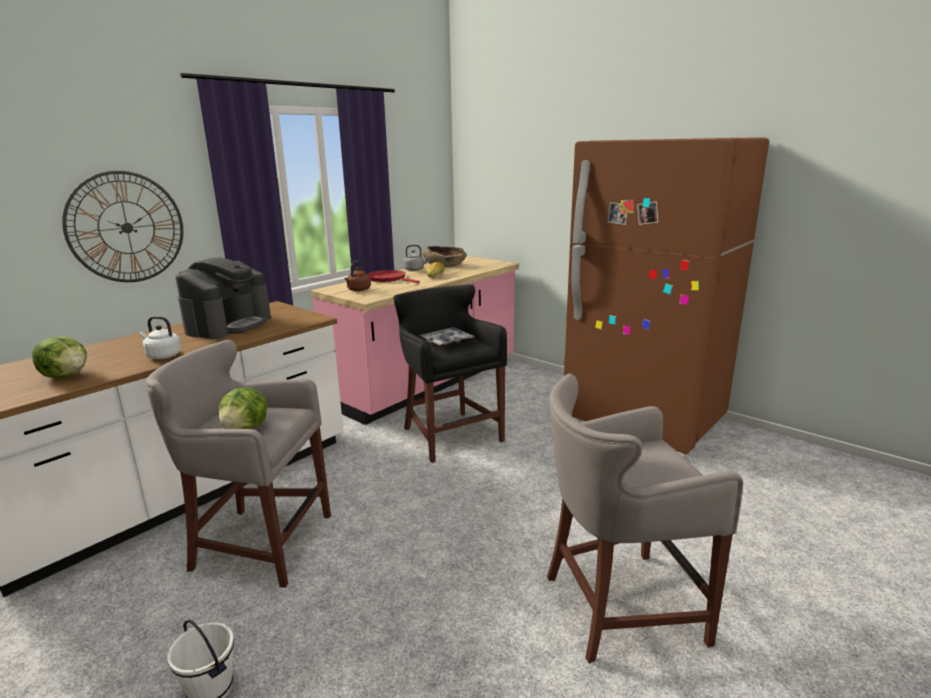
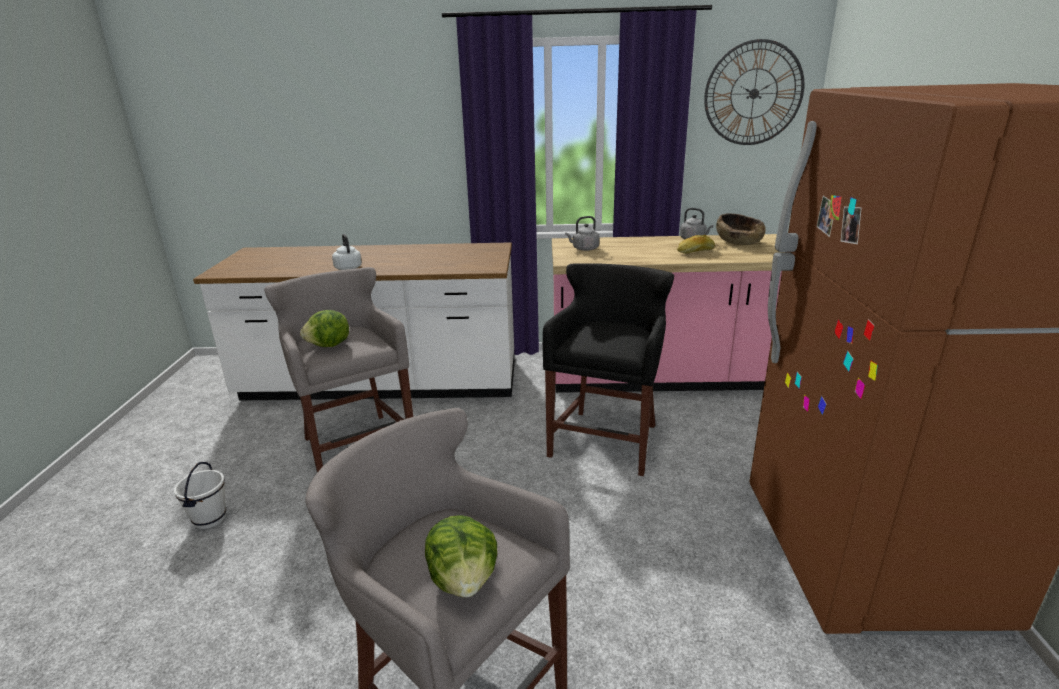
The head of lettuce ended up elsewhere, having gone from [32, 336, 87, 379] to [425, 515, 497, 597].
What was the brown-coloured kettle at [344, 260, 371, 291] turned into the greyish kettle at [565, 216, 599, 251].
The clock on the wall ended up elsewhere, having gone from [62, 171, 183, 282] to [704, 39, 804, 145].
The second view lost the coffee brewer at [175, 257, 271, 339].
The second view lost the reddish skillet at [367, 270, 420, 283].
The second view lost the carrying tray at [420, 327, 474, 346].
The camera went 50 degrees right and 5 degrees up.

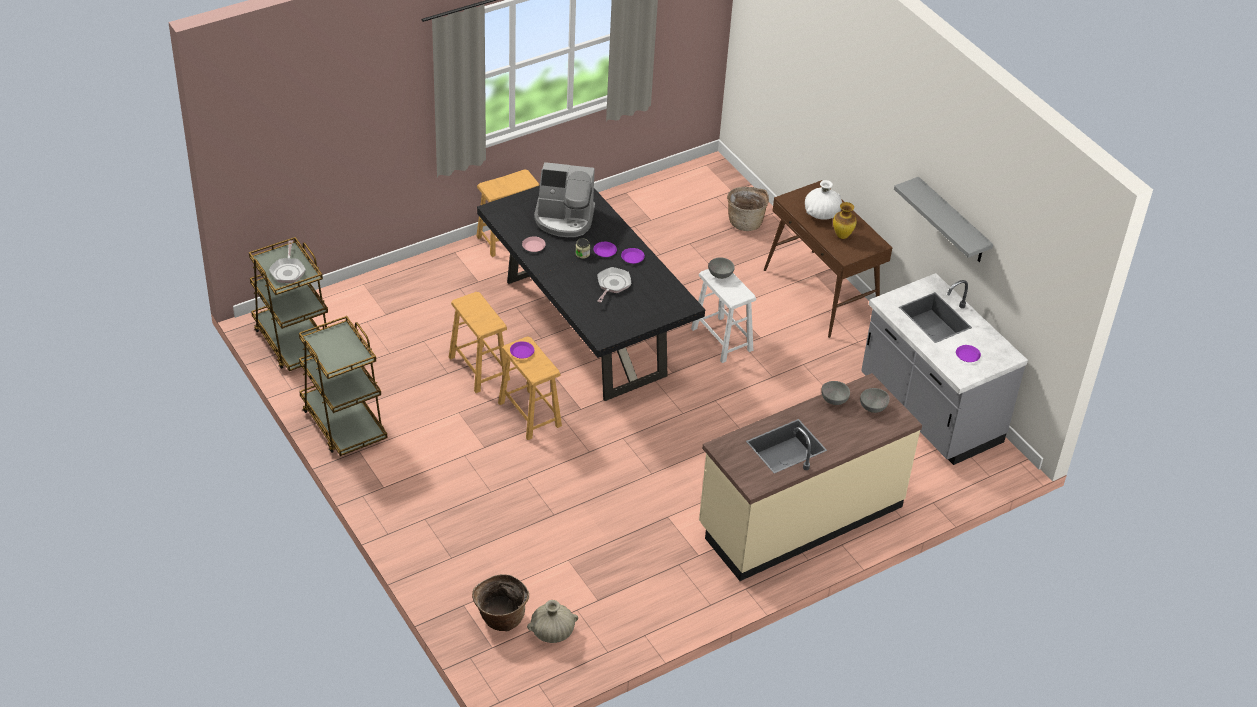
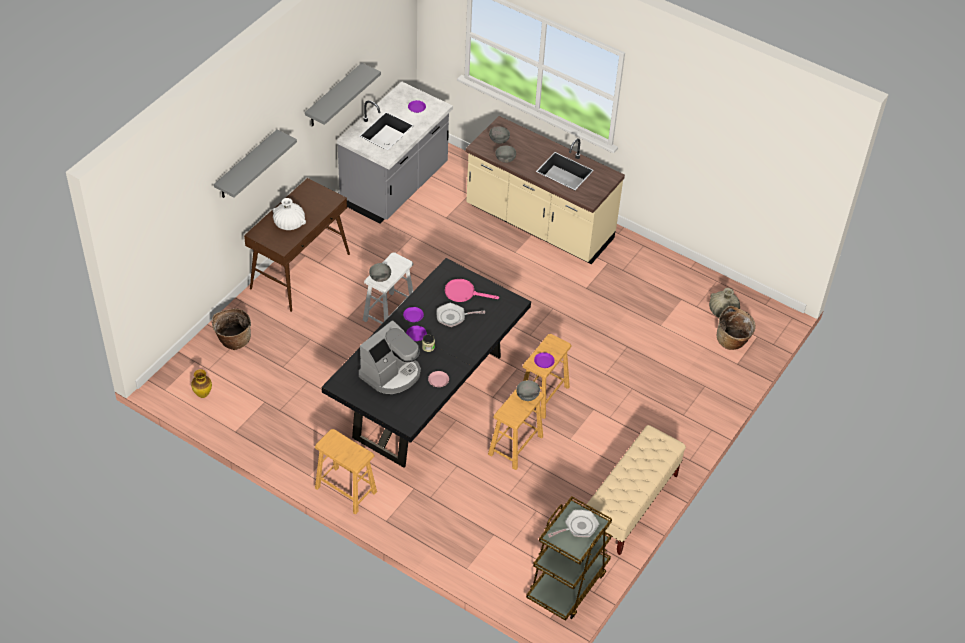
The decorative vase ended up elsewhere, having gone from [833, 202, 857, 239] to [191, 369, 212, 398].
The second view gained the greyish wall shelf at [214, 129, 297, 198].
The coffee brewer at [534, 162, 595, 237] ended up facing another way, 60 degrees clockwise from before.
The second view gained the pink skillet at [445, 279, 499, 302].
The second view gained the greyish serving bowl at [516, 380, 540, 401].
Where the brown-coloured cart stood at [299, 316, 387, 456], the beige long seat came to stand at [585, 425, 686, 555].
The camera went 115 degrees left and 5 degrees up.

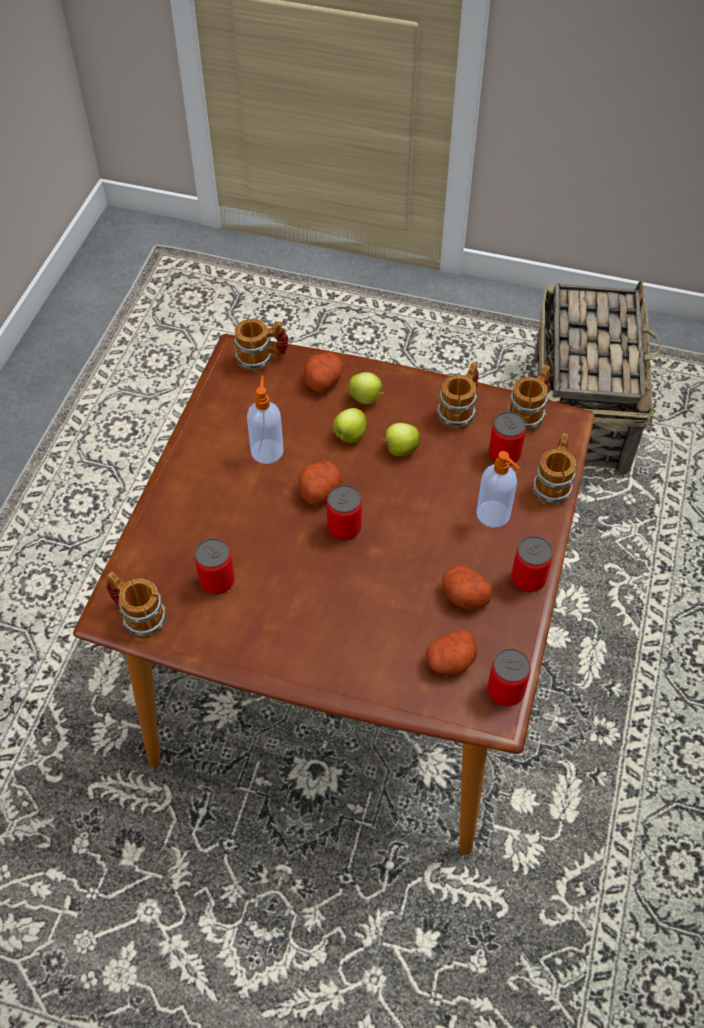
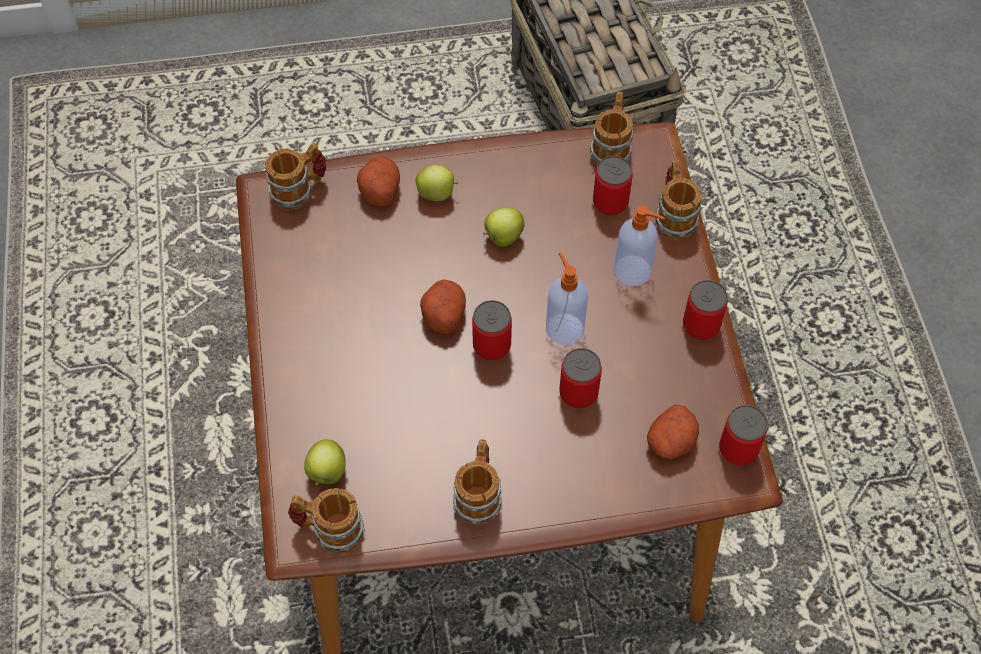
The apple fruit ended up elsewhere, having gone from [333, 408, 367, 443] to [304, 439, 346, 485].
The mug ended up elsewhere, having gone from [436, 362, 478, 429] to [453, 439, 502, 525].
The soap bottle ended up elsewhere, having gone from [247, 376, 284, 464] to [546, 252, 588, 345].
The can ended up elsewhere, having gone from [195, 538, 235, 595] to [559, 348, 602, 408].
The second view lost the whole potato at [442, 565, 493, 610].
The camera went 25 degrees left and 5 degrees up.

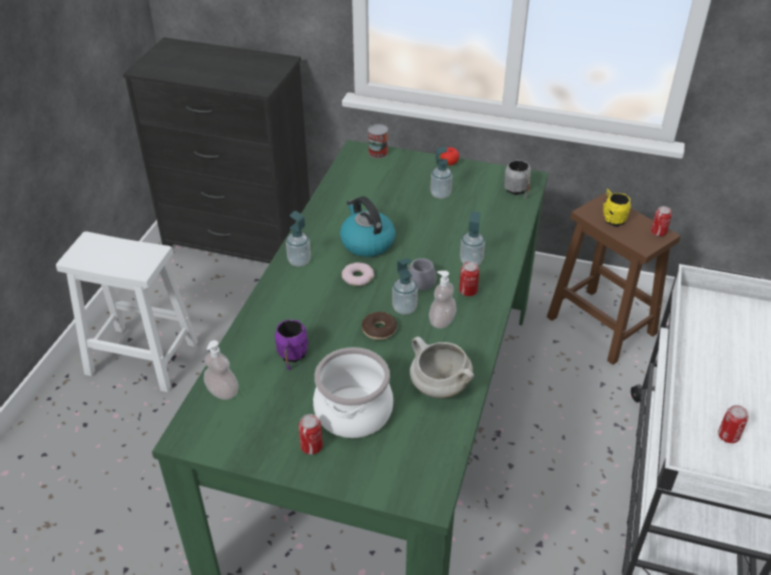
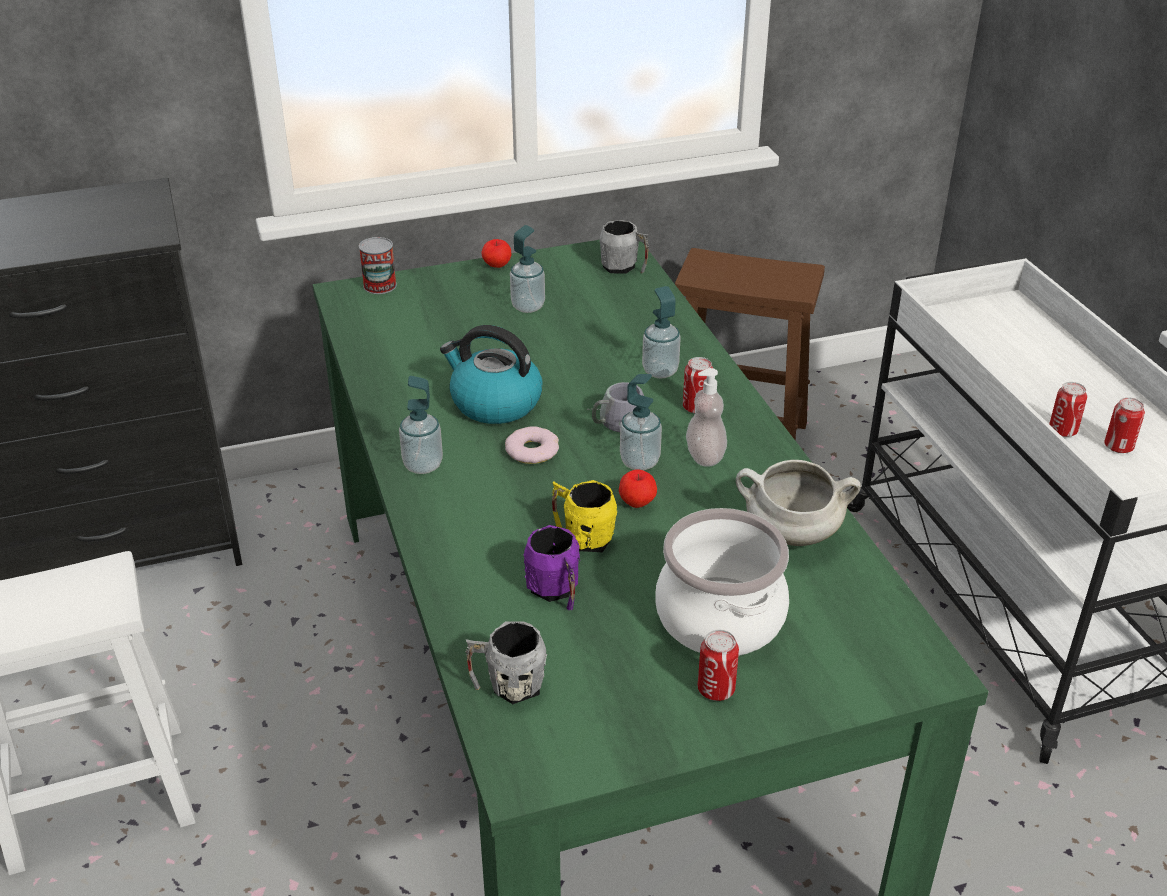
Where the soap bottle stood at [204, 340, 239, 400], the greyish mug came to stand at [466, 621, 547, 704].
The yellowish mug ended up elsewhere, having gone from [603, 188, 631, 227] to [552, 480, 617, 552].
Where the doughnut stood at [362, 312, 397, 340], the apple fruit came to stand at [619, 469, 657, 508].
The can ended up elsewhere, having gone from [651, 206, 672, 236] to [1049, 382, 1087, 437].
The camera went 35 degrees left and 5 degrees down.

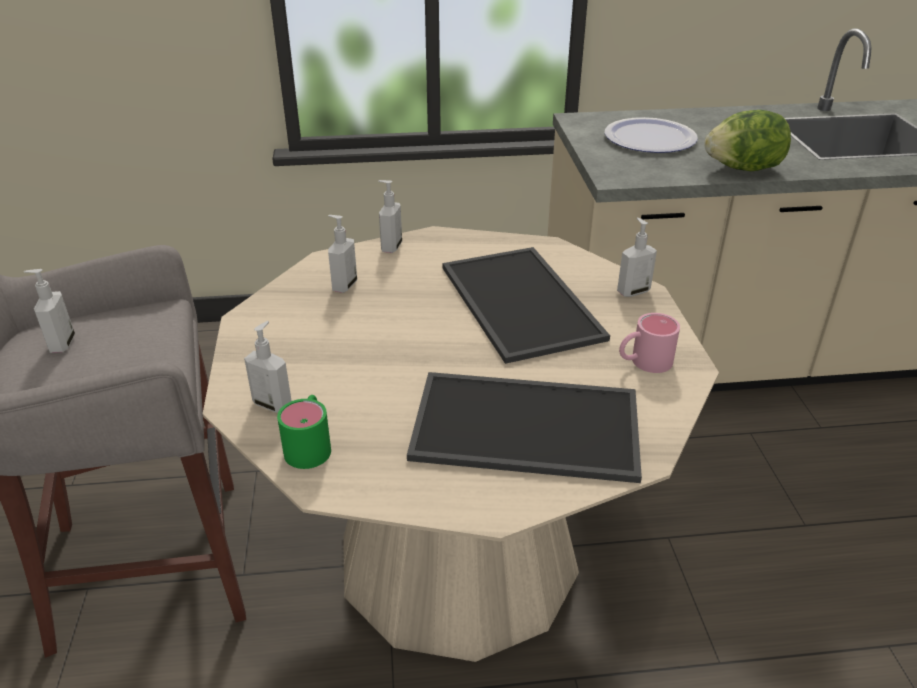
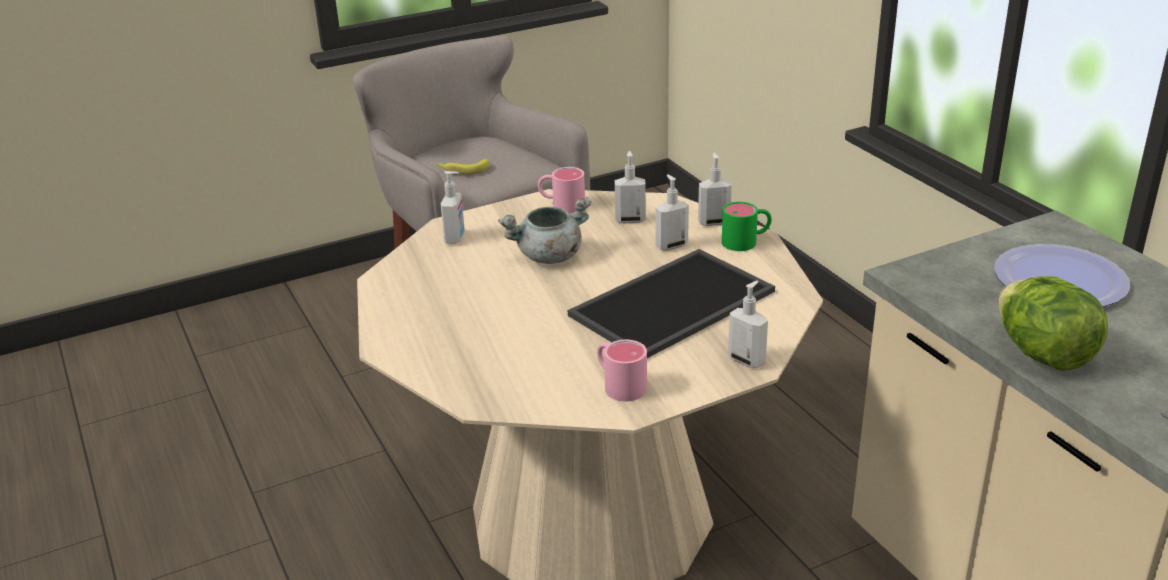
The second view gained the banana at [436, 159, 489, 174].
The second view gained the greyish cooking pot at [498, 197, 591, 264].
The second view gained the pink mug at [538, 167, 585, 213].
The soap bottle ended up elsewhere, having gone from [24, 269, 75, 353] to [655, 175, 689, 250].
The green-coloured mug ended up elsewhere, having gone from [277, 395, 331, 469] to [722, 202, 772, 251].
The second view lost the carrying tray at [407, 372, 642, 483].
The camera went 70 degrees right and 5 degrees down.

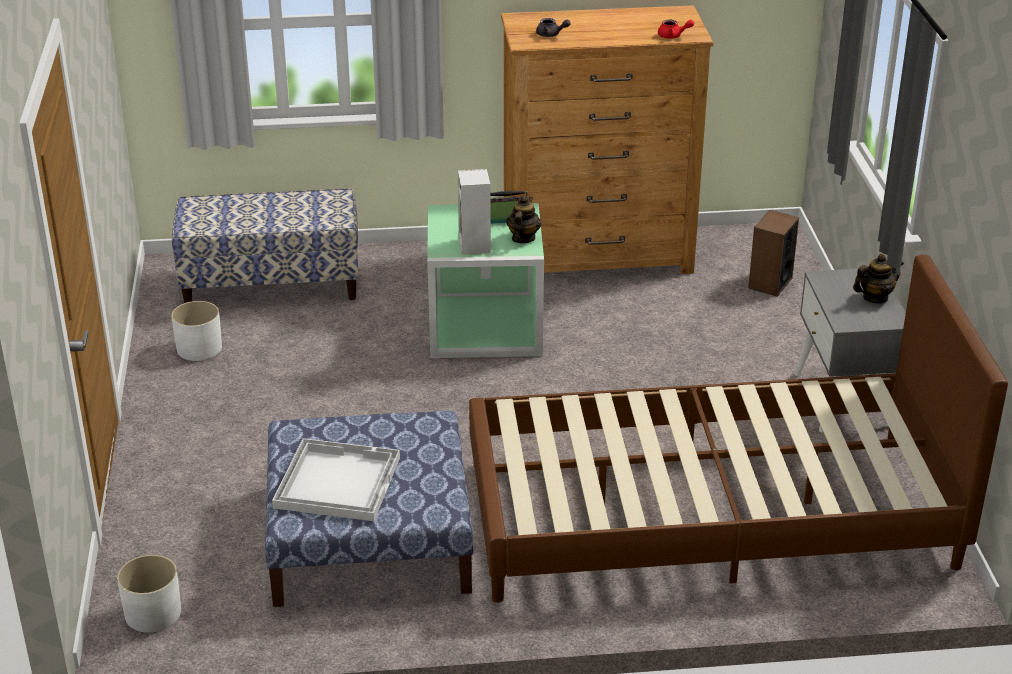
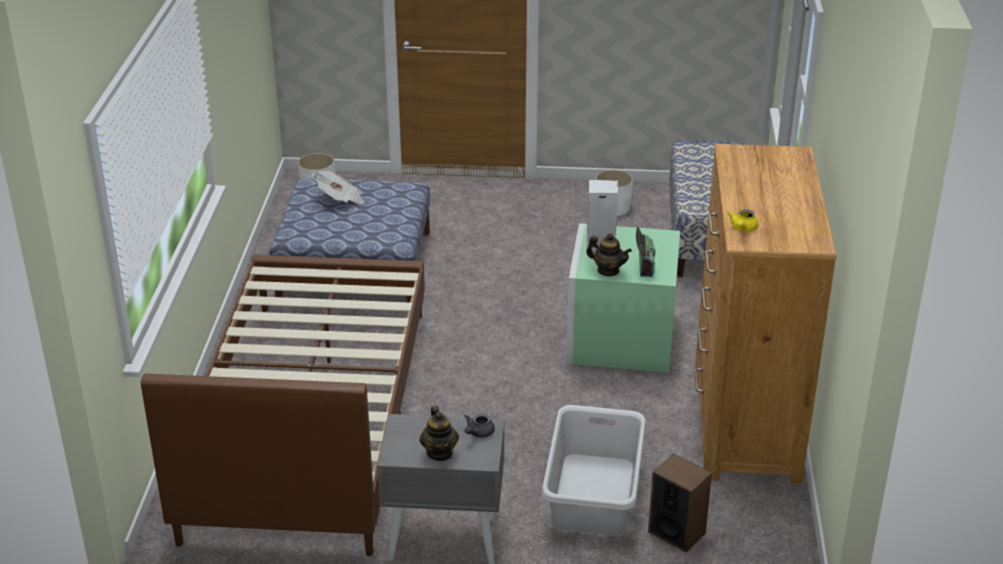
Where the whitish carrying tray stood at [272, 438, 400, 521], the newspaper came to stand at [312, 171, 364, 204].
The greyish tea pot ended up elsewhere, having gone from [536, 18, 571, 37] to [464, 414, 495, 438].
The second view gained the greyish laundry basket at [542, 405, 646, 535].
What was the reddish tea pot at [658, 20, 694, 39] turned into the yellowish tea pot at [727, 209, 759, 232].
The camera went 100 degrees right and 0 degrees up.

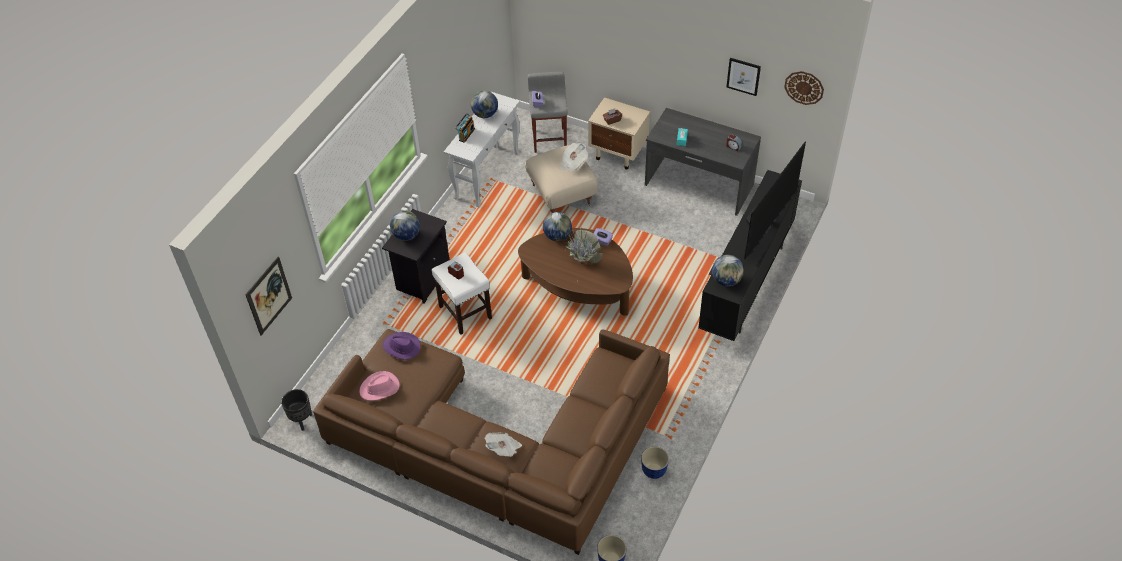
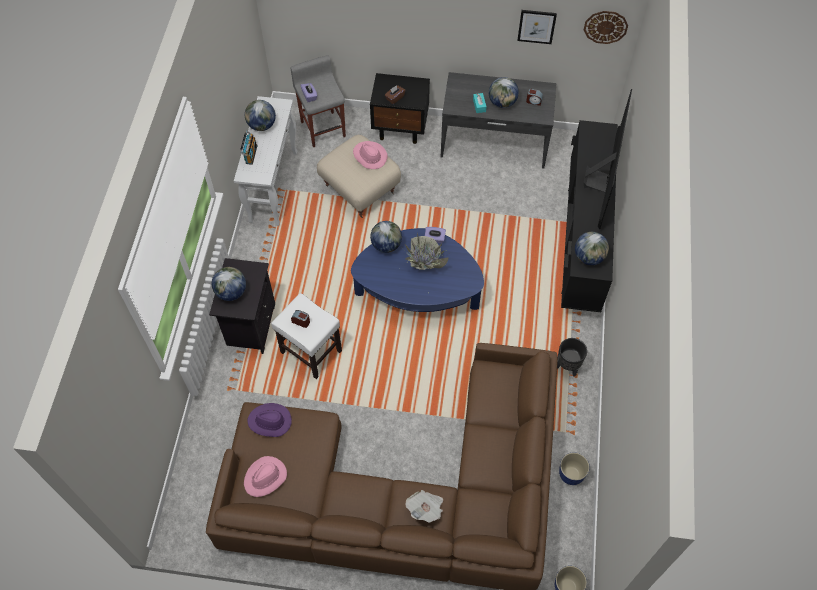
What was the brown-coloured lounge table at [518, 228, 633, 316] turned into the blue-coloured lounge table at [351, 228, 484, 312].
Where the newspaper stood at [559, 143, 588, 172], the pink wearable hat came to stand at [353, 141, 388, 169].
What was the beige bedside table at [588, 97, 650, 169] turned into the black bedside table at [370, 73, 430, 144].
The second view gained the world globe at [489, 77, 519, 108].
The black plant pot ended up elsewhere, having gone from [281, 389, 312, 431] to [557, 338, 587, 376].
The second view lost the picture at [245, 256, 292, 335].
The camera went 20 degrees left and 10 degrees up.

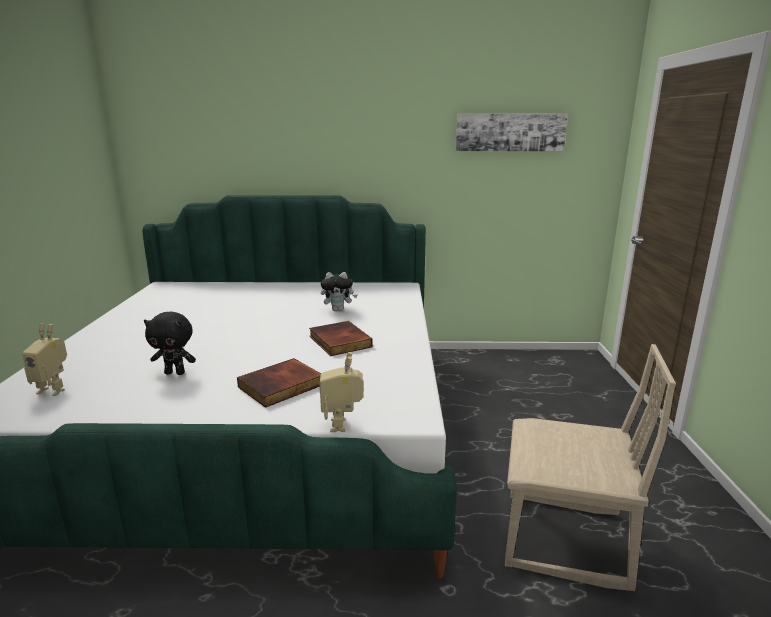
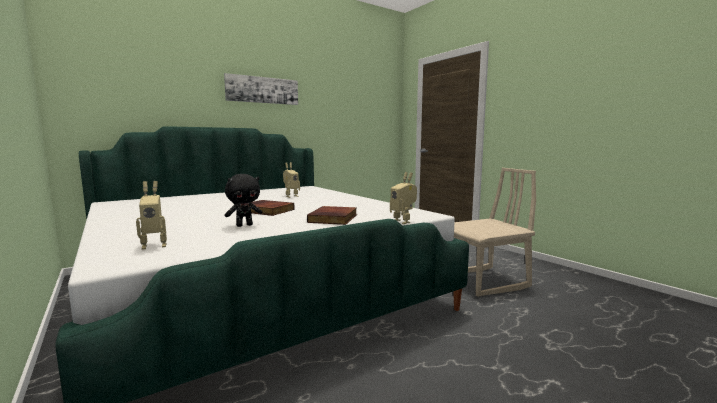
The picture ended up elsewhere, having gone from [455, 113, 568, 151] to [224, 73, 298, 105].
The bound book ended up elsewhere, having gone from [309, 321, 373, 356] to [250, 200, 295, 216].
Where the soft toy stood at [321, 272, 358, 311], the model robot came to stand at [283, 162, 300, 198].
The camera went 35 degrees left and 10 degrees down.

